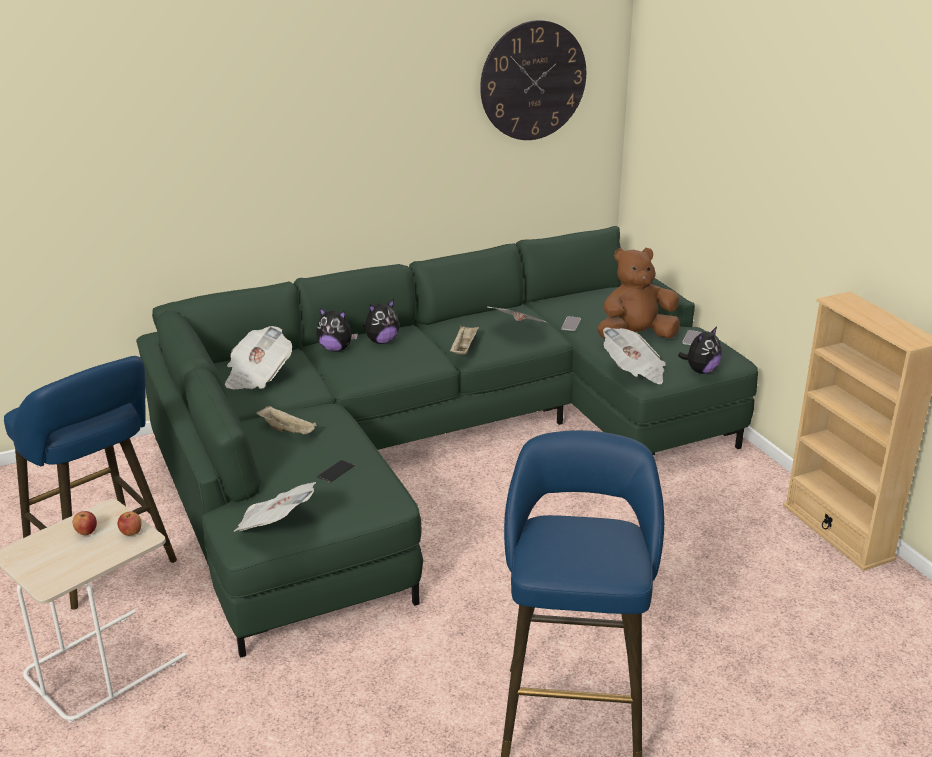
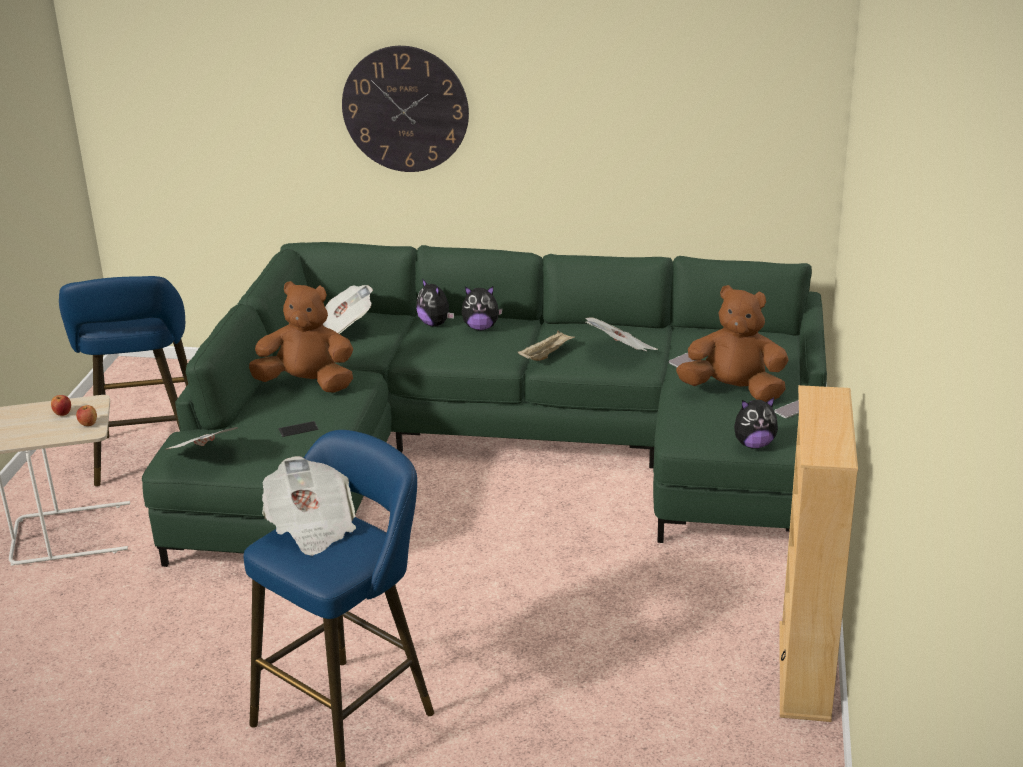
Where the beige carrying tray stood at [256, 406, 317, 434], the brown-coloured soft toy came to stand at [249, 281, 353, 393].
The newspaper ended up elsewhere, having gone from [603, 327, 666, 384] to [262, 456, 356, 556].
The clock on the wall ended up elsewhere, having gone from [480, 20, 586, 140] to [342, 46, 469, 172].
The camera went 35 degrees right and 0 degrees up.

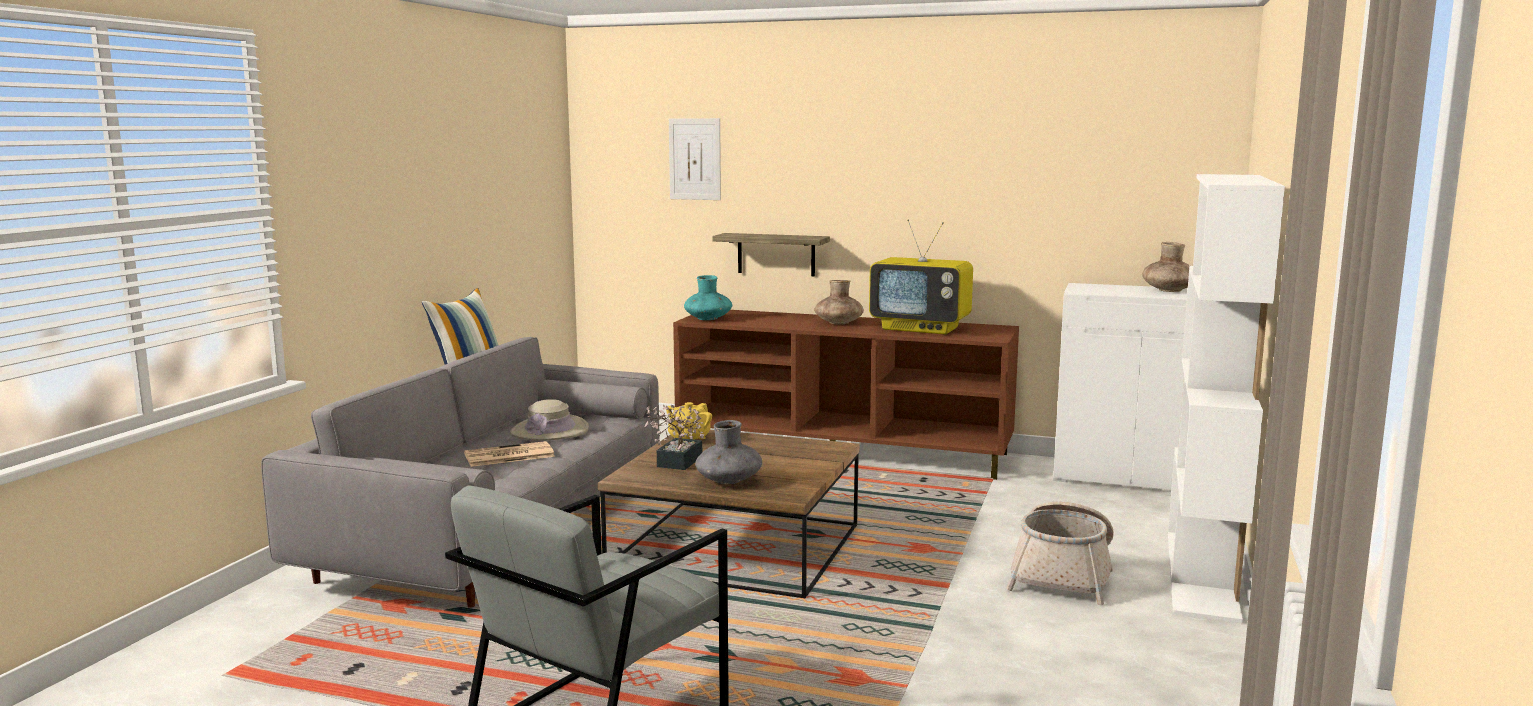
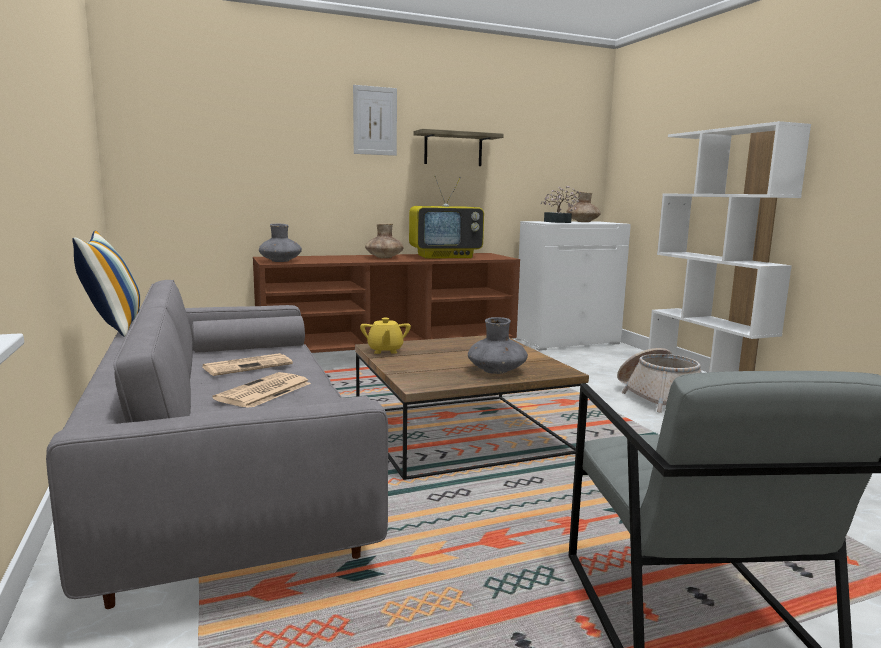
Where the beige wearable hat stood at [510, 399, 589, 441], the newspaper came to stand at [203, 353, 293, 376].
What was the turquoise decorative vase at [684, 275, 732, 320] turned into the greyish decorative vase at [259, 224, 302, 262].
The picture ended up elsewhere, having gone from [669, 118, 721, 200] to [353, 85, 397, 156].
The wall shelf ended up elsewhere, having gone from [712, 233, 830, 276] to [414, 129, 504, 166].
The houseplant ended up elsewhere, having gone from [645, 404, 704, 470] to [540, 186, 581, 223].
The camera went 40 degrees left and 0 degrees up.

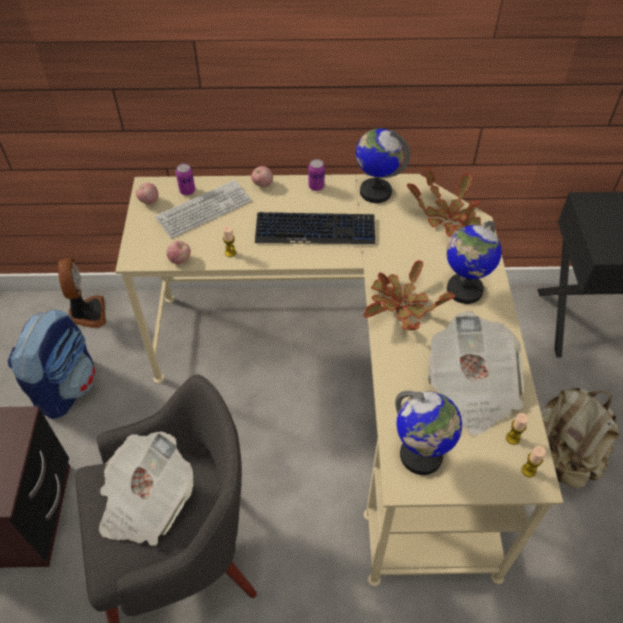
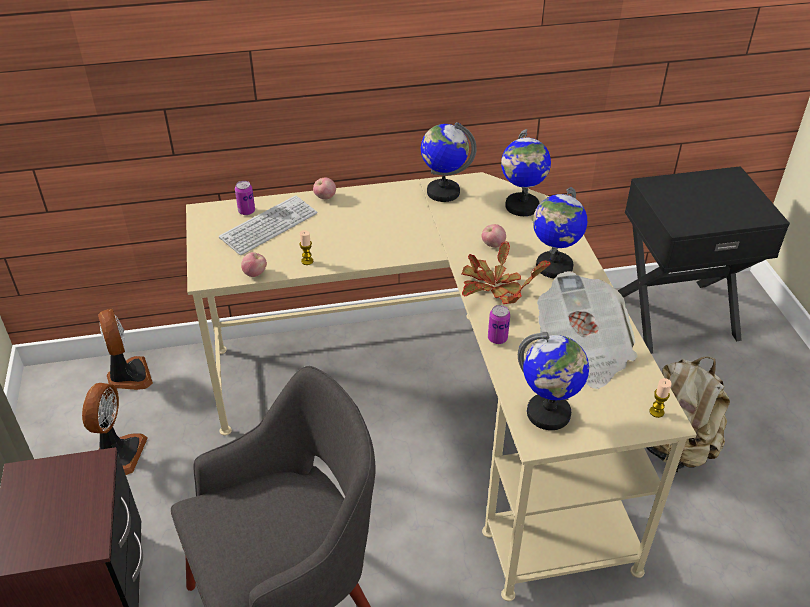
Where the rucksack stood at [8, 309, 95, 419], the cooling fan came to stand at [82, 383, 148, 475].
The apple fruit ended up elsewhere, having gone from [136, 183, 159, 205] to [482, 224, 506, 248].
The can ended up elsewhere, having gone from [309, 159, 325, 191] to [488, 305, 510, 344].
Where the houseplant stood at [407, 167, 481, 237], the world globe came to stand at [501, 129, 551, 216].
The second view lost the newspaper at [99, 432, 193, 546].
The second view lost the keyboard at [255, 212, 375, 244].
The second view lost the wax light at [506, 413, 529, 445].
The camera went 10 degrees left and 10 degrees down.

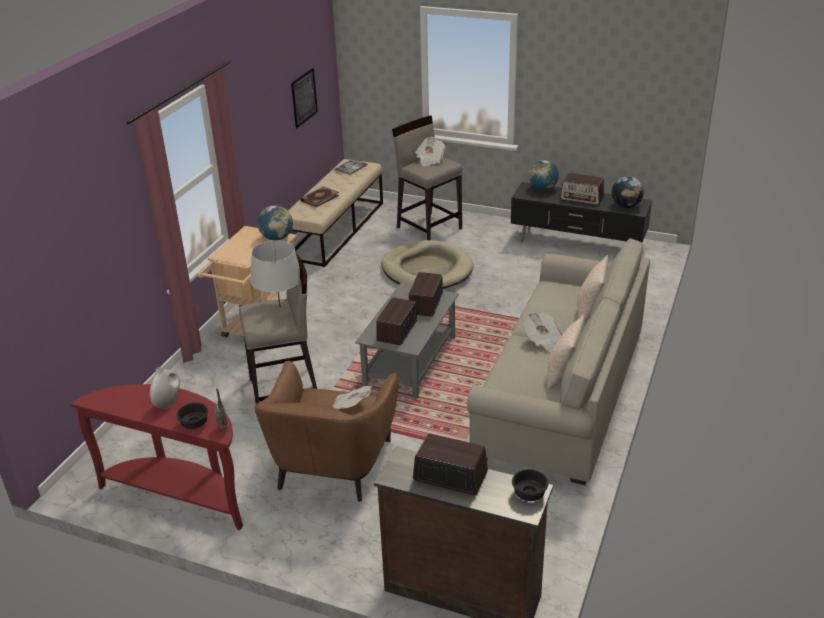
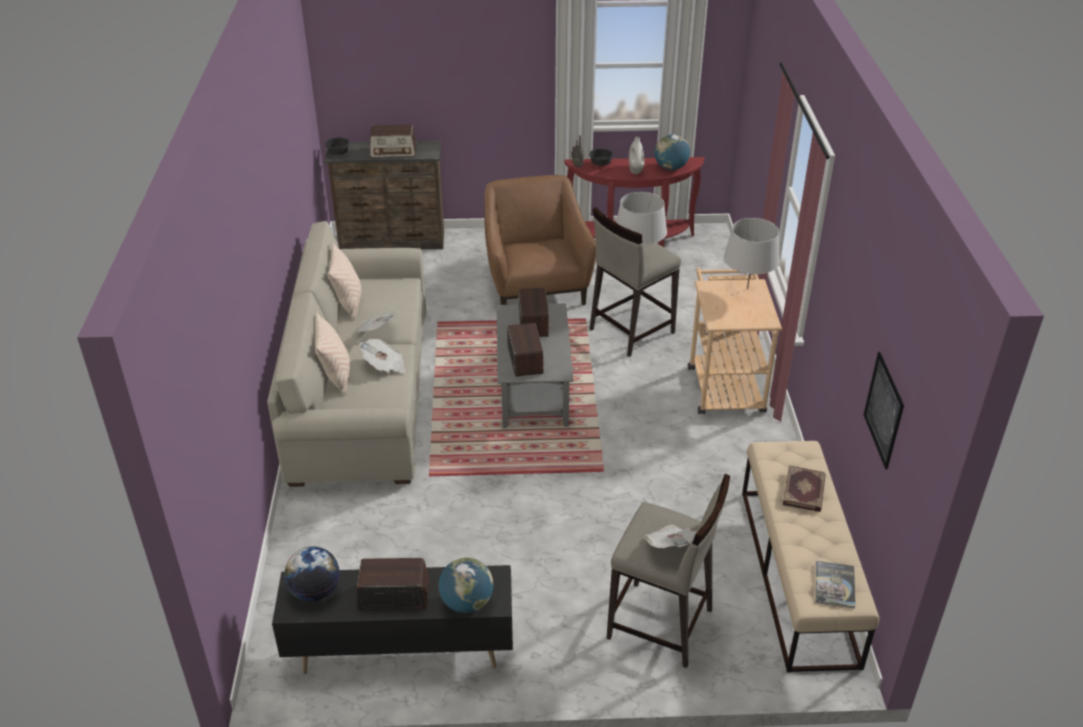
The newspaper ended up elsewhere, having gone from [332, 386, 372, 409] to [359, 339, 406, 373].
The world globe ended up elsewhere, having gone from [258, 205, 293, 241] to [655, 134, 690, 170].
The second view gained the greyish lamp for a table at [724, 218, 780, 290].
The second view lost the beige dog cushion at [381, 240, 473, 289].
The camera went 155 degrees right and 5 degrees up.

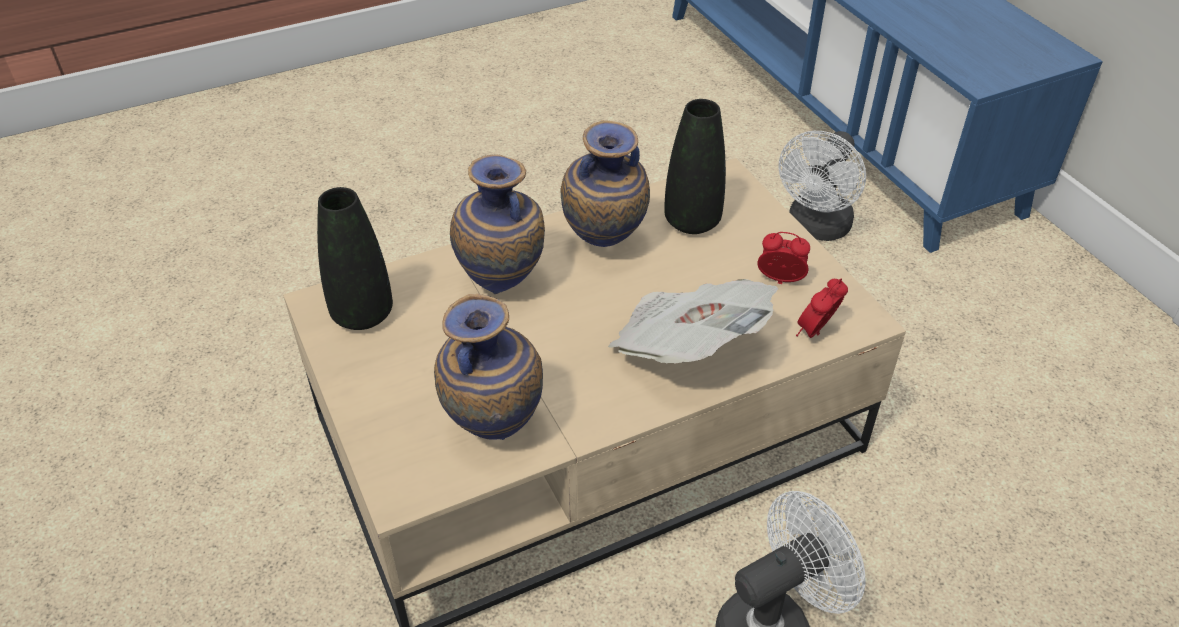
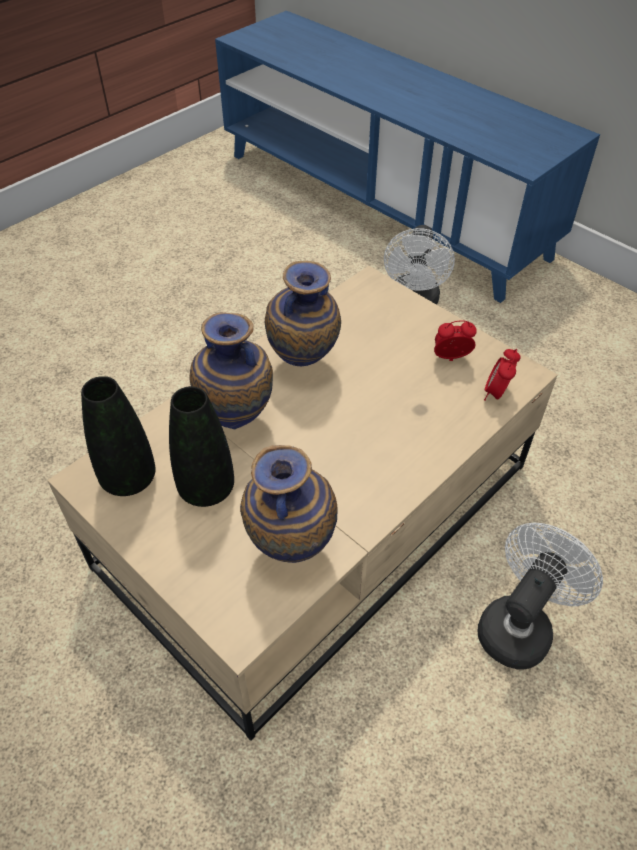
The black decorative vase ended up elsewhere, having gone from [664, 99, 726, 234] to [169, 386, 234, 507].
The second view lost the newspaper at [608, 279, 778, 363].
The camera went 20 degrees left and 5 degrees up.

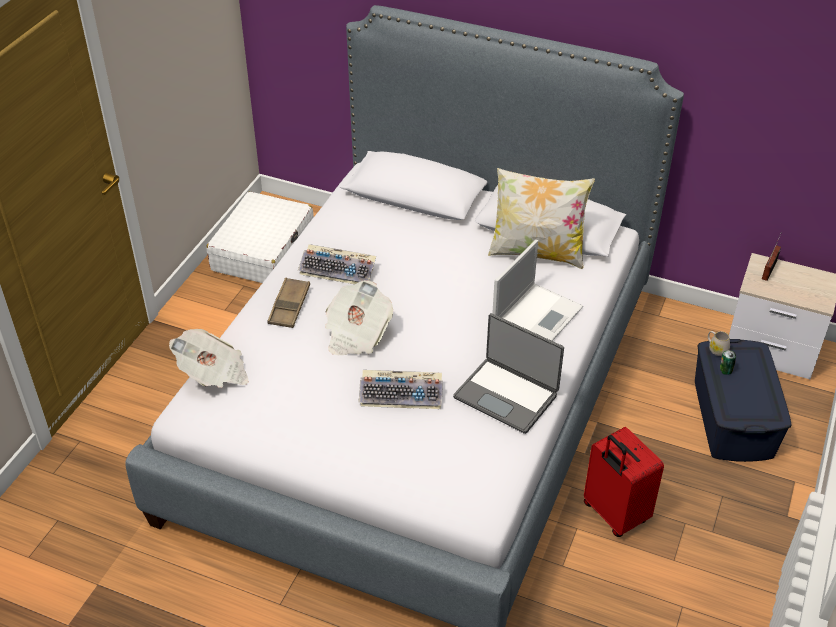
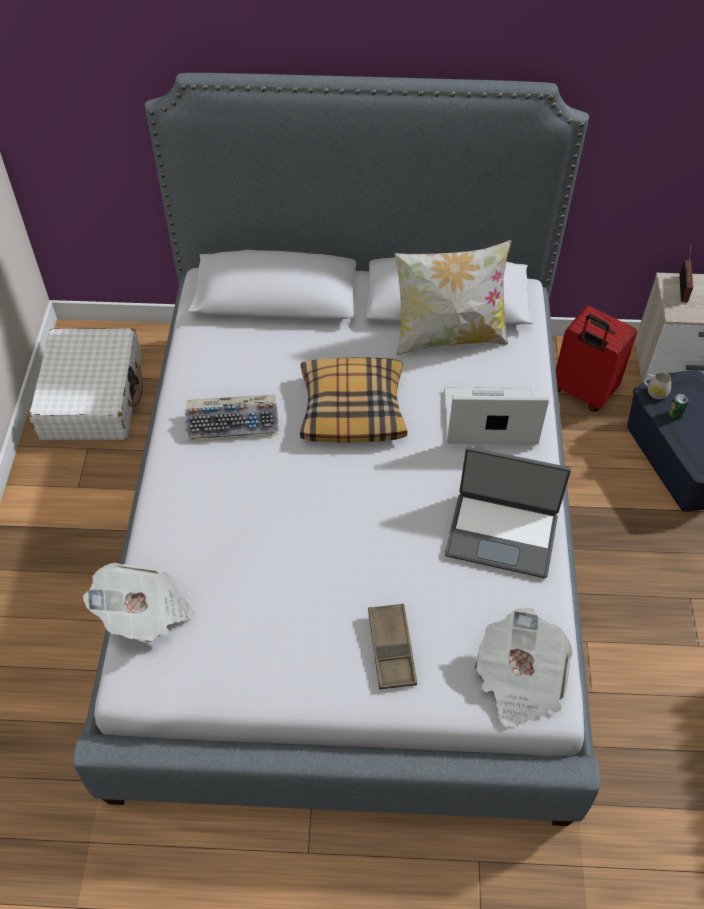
The second view gained the cushion at [300, 357, 407, 443].
The brown-coloured carrying tray ended up elsewhere, having gone from [267, 277, 310, 328] to [368, 603, 417, 690].
The notebook computer at [492, 240, 583, 341] ended up facing another way, 105 degrees counterclockwise from before.
The newspaper ended up elsewhere, having gone from [325, 280, 393, 355] to [475, 608, 573, 727].
The reddish suitcase ended up elsewhere, having gone from [584, 427, 664, 537] to [556, 306, 637, 412].
The second view lost the keyboard at [358, 370, 443, 409].
The camera went 20 degrees left and 10 degrees up.

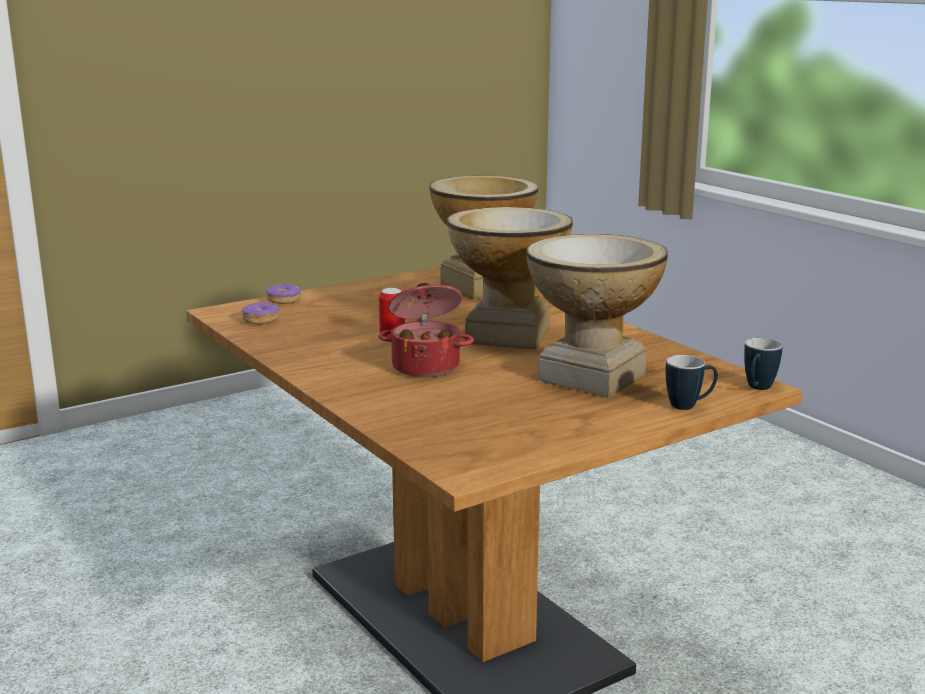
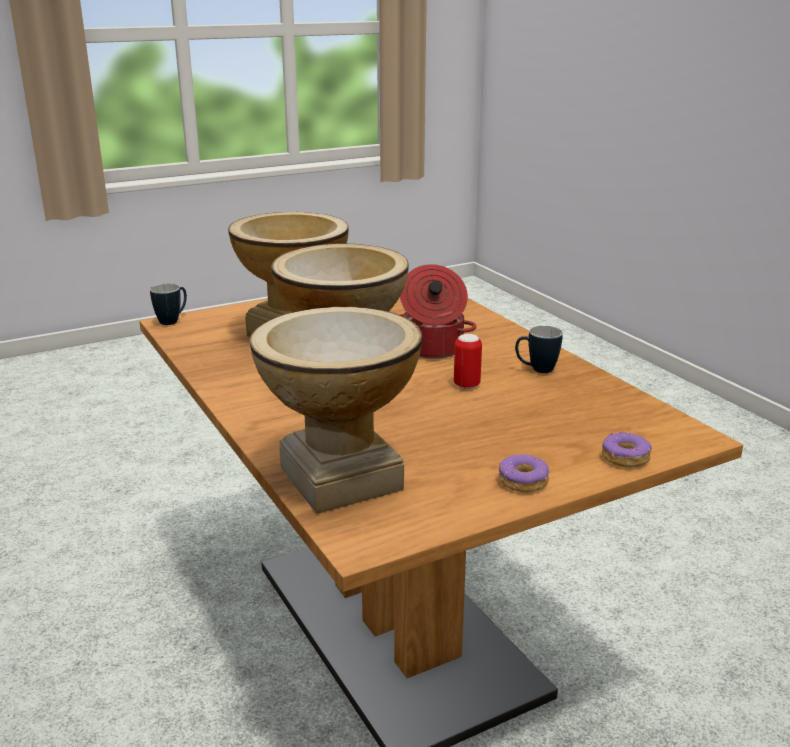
The doughnut ended up elsewhere, having gone from [242, 302, 279, 324] to [499, 454, 549, 492].
The mug ended up elsewhere, having gone from [666, 355, 718, 410] to [515, 325, 563, 373].
The camera went 175 degrees left and 5 degrees up.

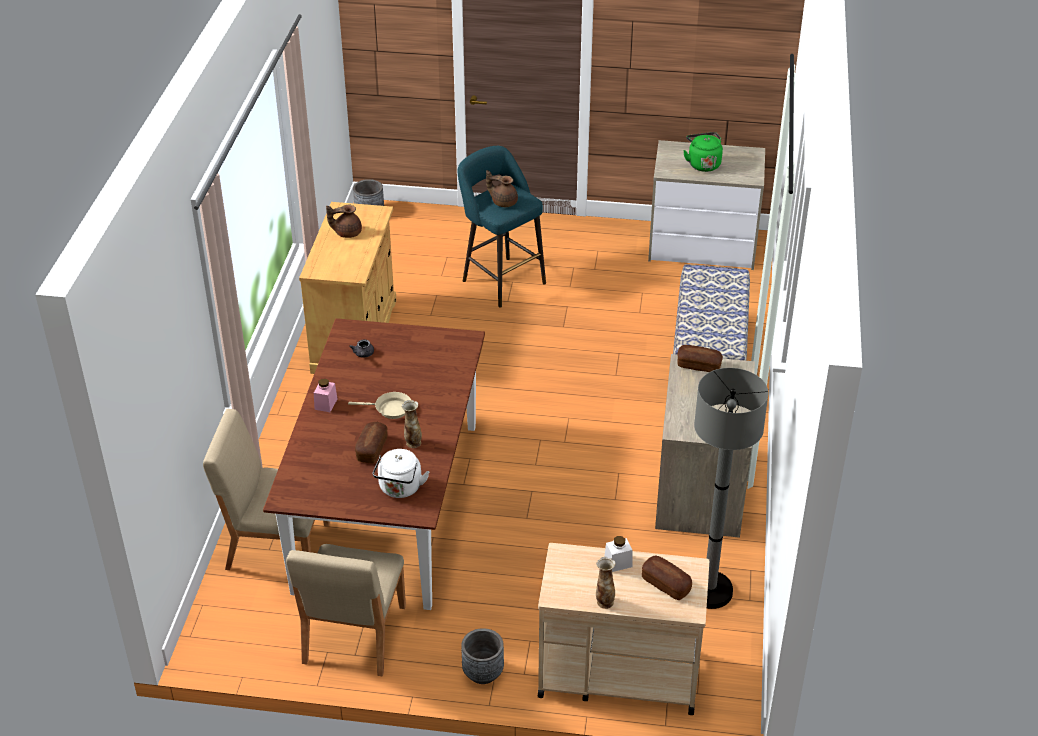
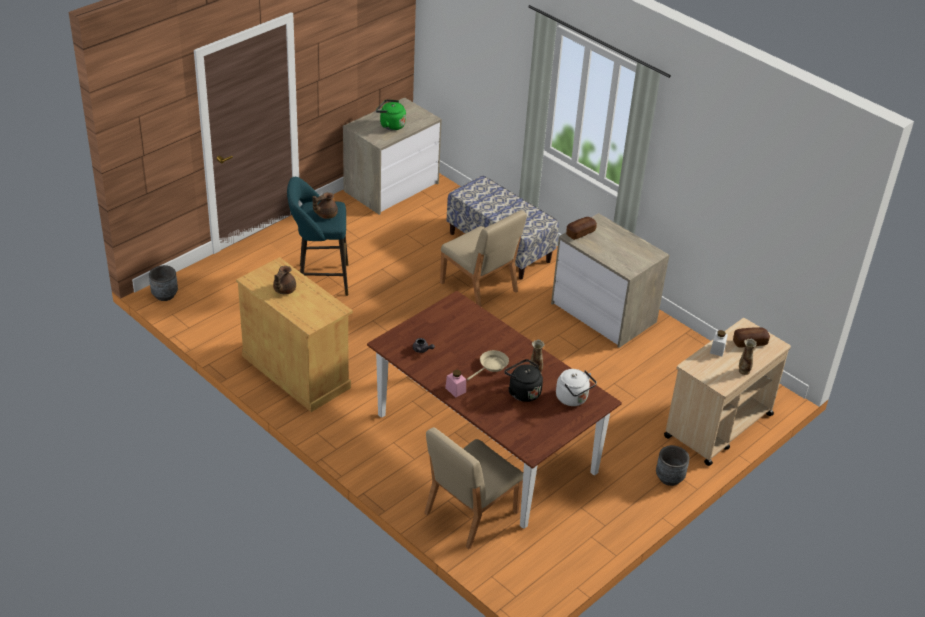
The beige plain chair ended up elsewhere, having gone from [286, 544, 406, 676] to [440, 210, 527, 307].
Where the bakery bread stood at [355, 422, 387, 463], the black kettle came to stand at [504, 359, 543, 402].
The second view lost the greyish standing lamp at [694, 368, 768, 609].
The camera went 55 degrees left and 0 degrees up.

